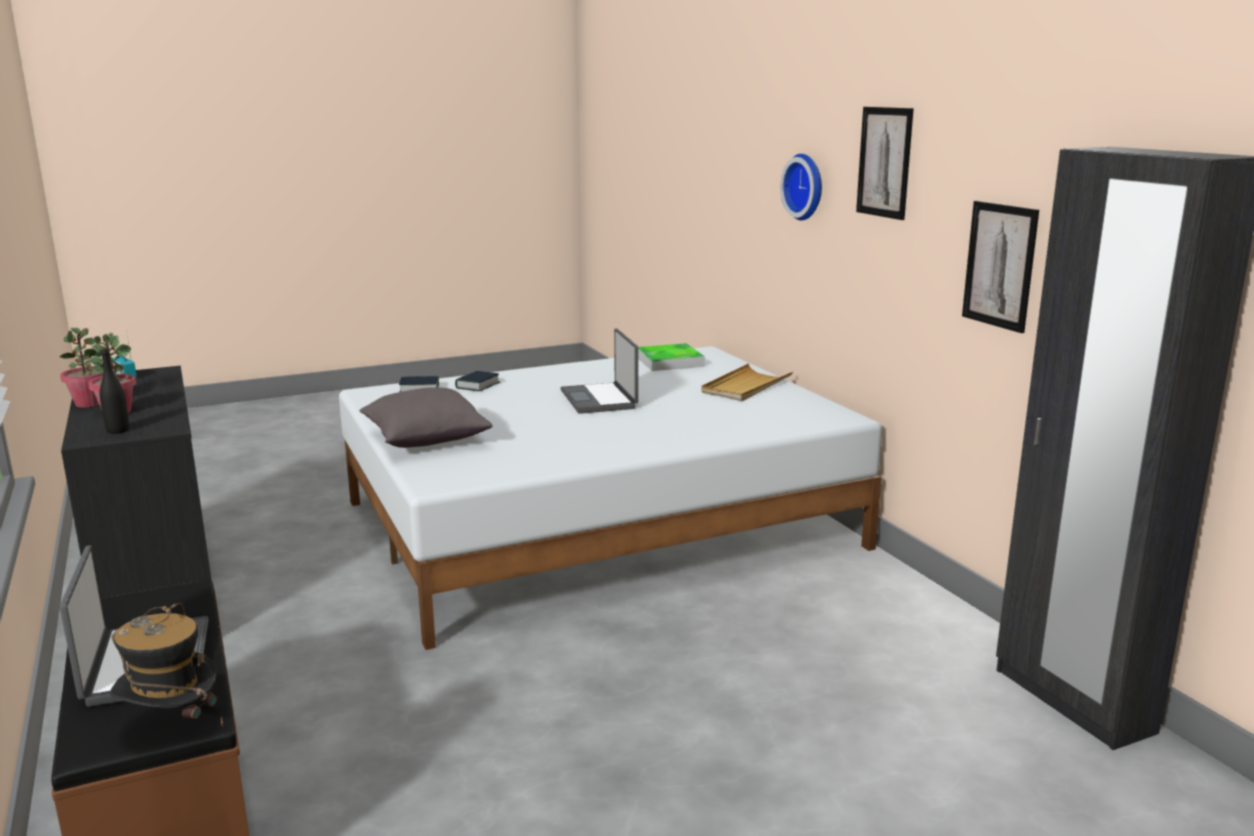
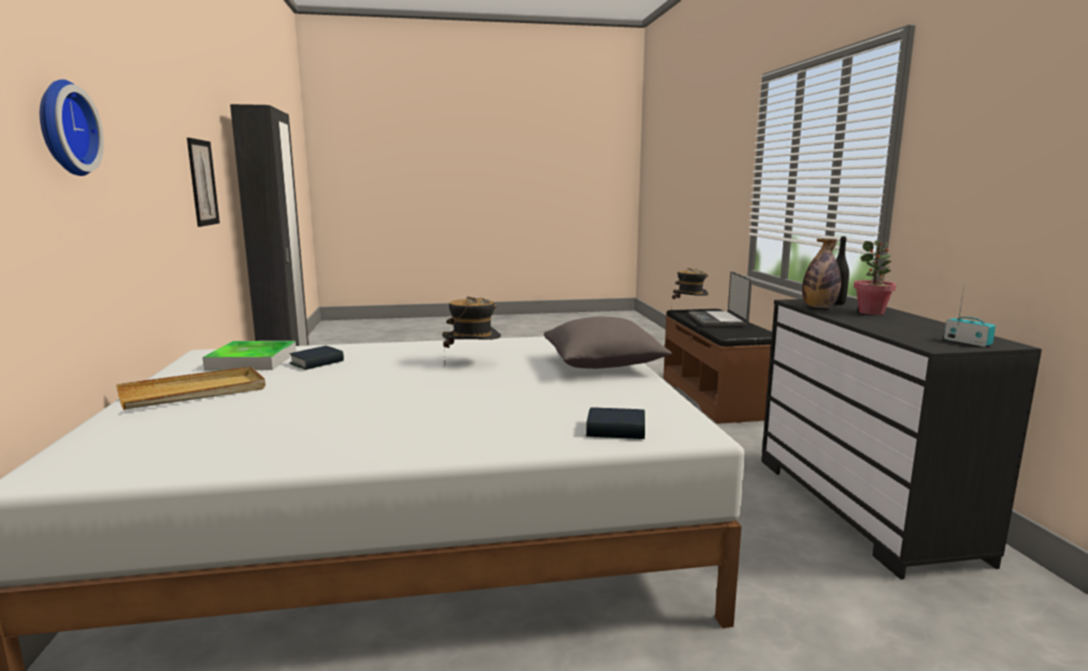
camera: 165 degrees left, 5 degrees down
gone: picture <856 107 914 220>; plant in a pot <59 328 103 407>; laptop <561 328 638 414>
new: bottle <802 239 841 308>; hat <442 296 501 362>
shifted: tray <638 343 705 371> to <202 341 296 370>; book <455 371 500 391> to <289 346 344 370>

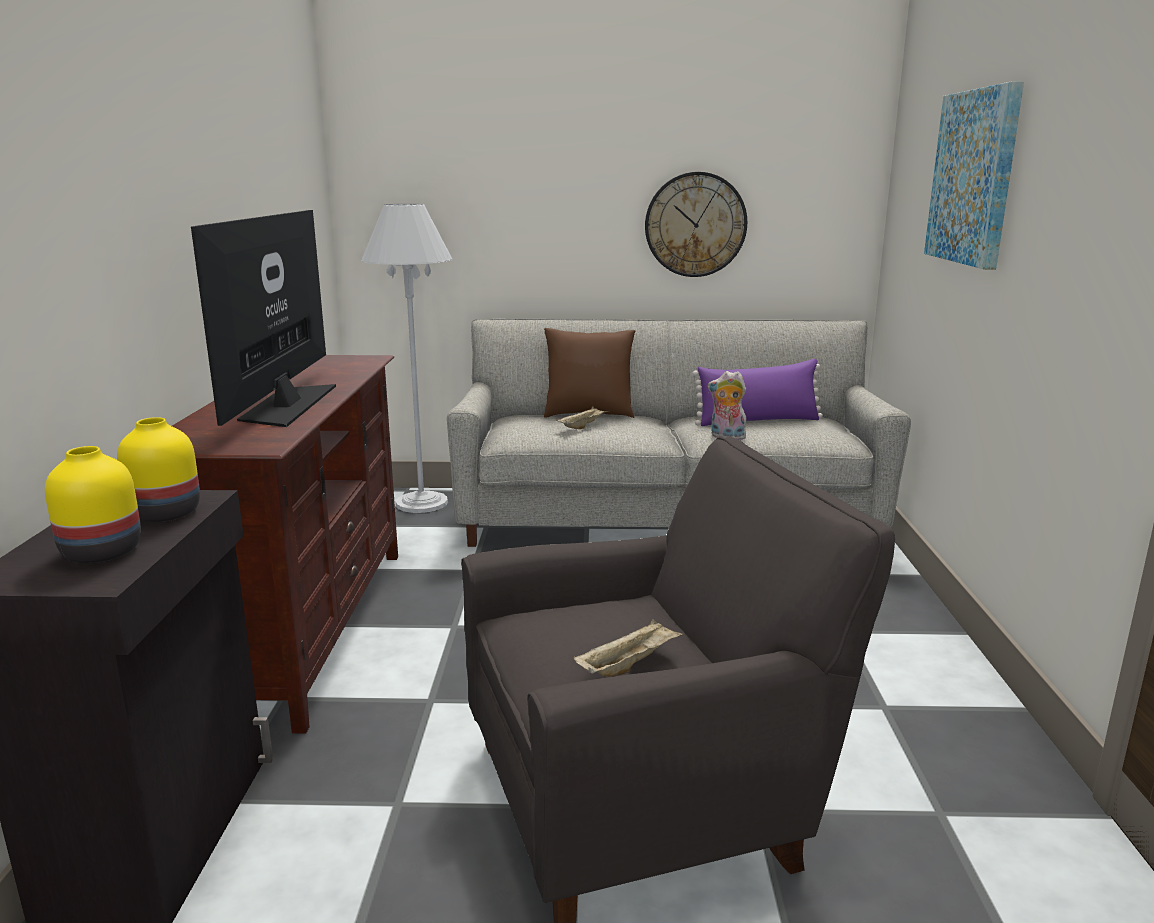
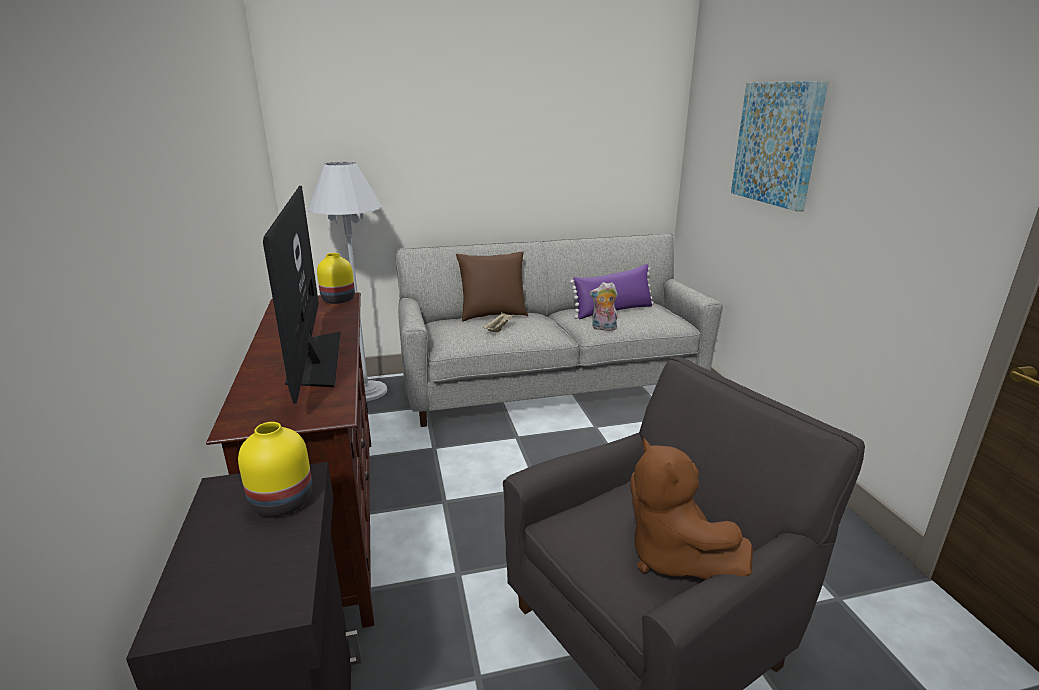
camera: 15 degrees left, 5 degrees up
gone: wall clock <645 172 747 277>
shifted: yellowish decorative vase <45 446 141 563> to <317 253 355 304>
swapped: beige tray <574 619 683 677> to brown soft toy <630 438 753 580>

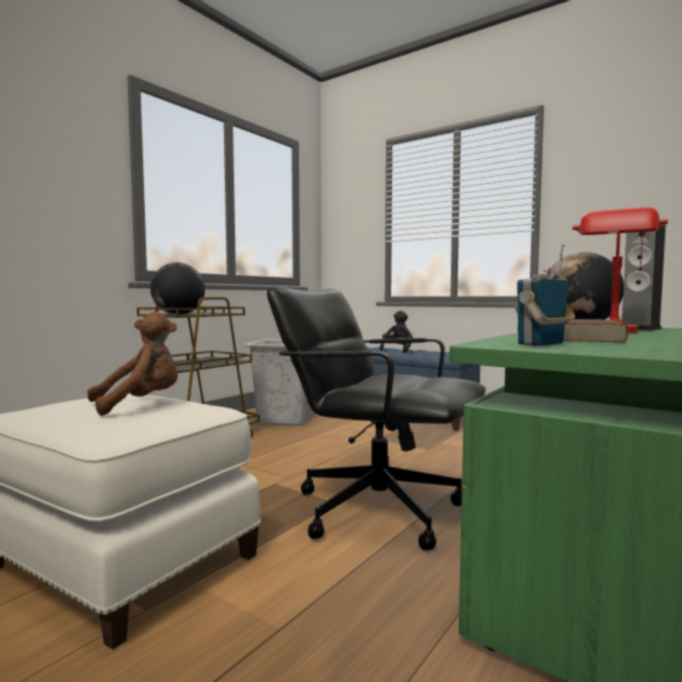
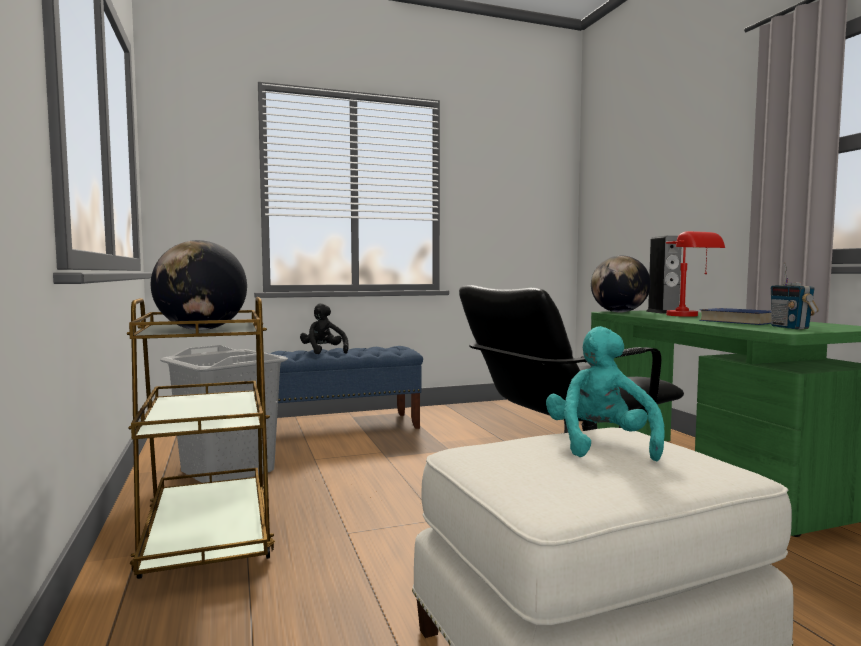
camera: 55 degrees left, 0 degrees up
repainted: brown soft toy <87 312 178 416> to blue-green soft toy <546 326 665 461>; brown book <563 319 628 342> to bluish book <699 308 771 325>

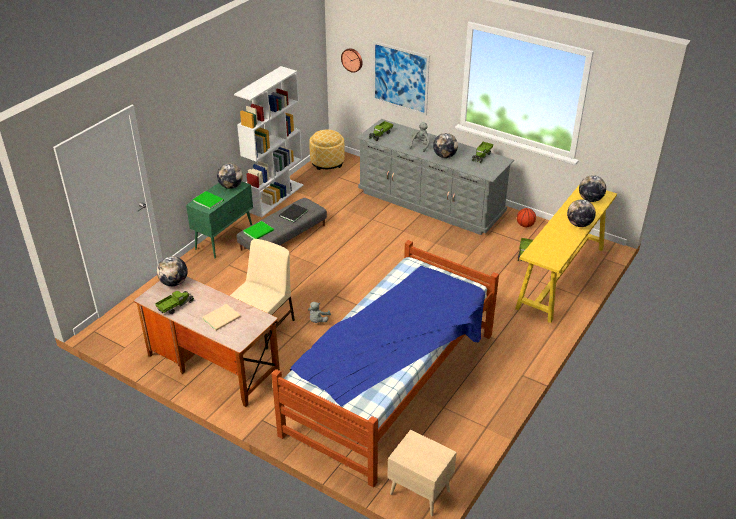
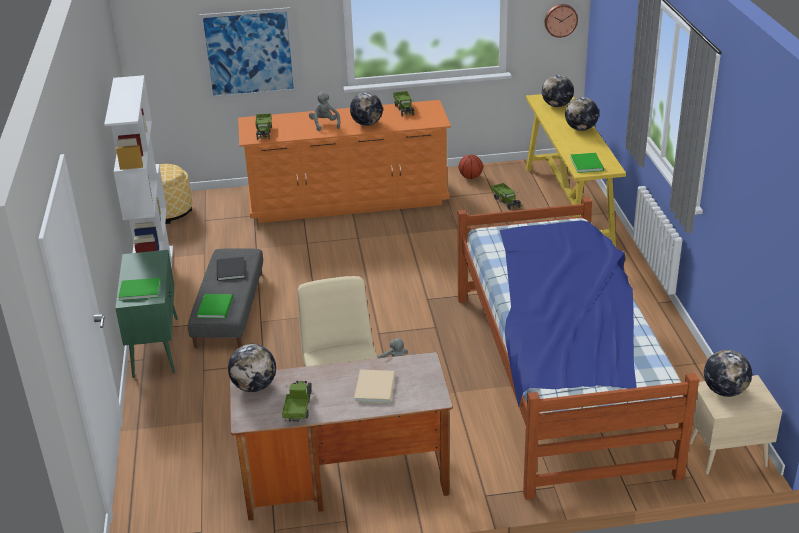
camera: 40 degrees left, 5 degrees down
new: green-coloured book <570 153 604 173>
shifted: wall clock <341 48 362 73> to <545 4 578 38>; desk globe <217 163 243 189> to <704 350 752 397>
repainted: gray dresser <357 119 514 235> to orangey dresser <238 100 451 223>

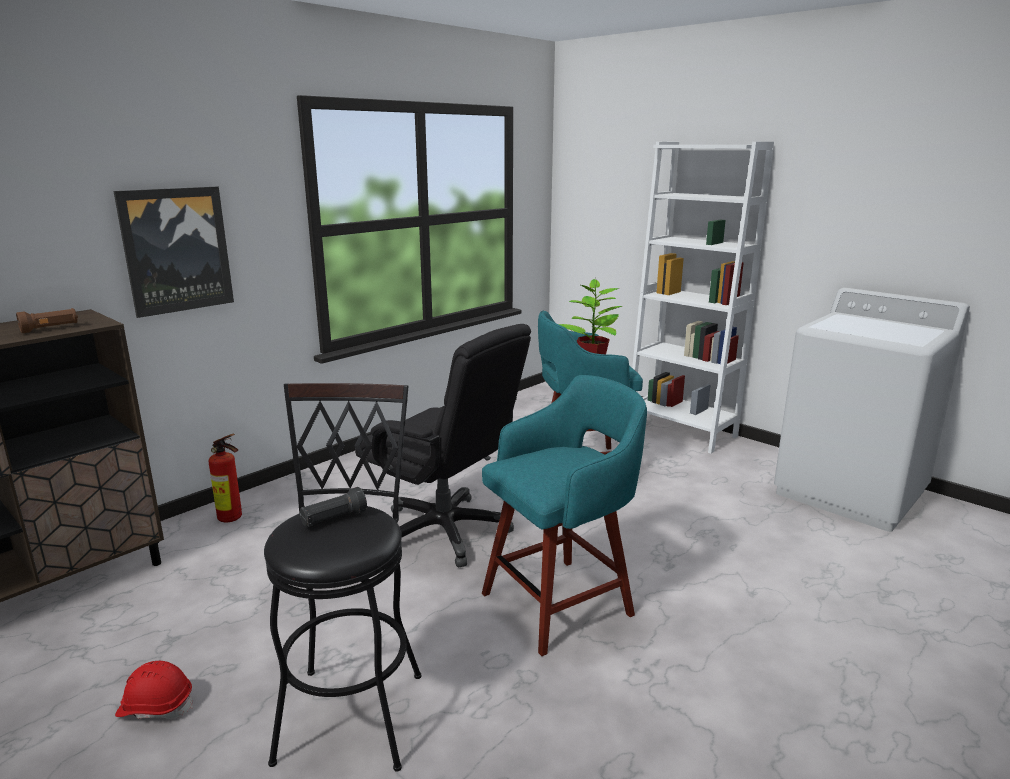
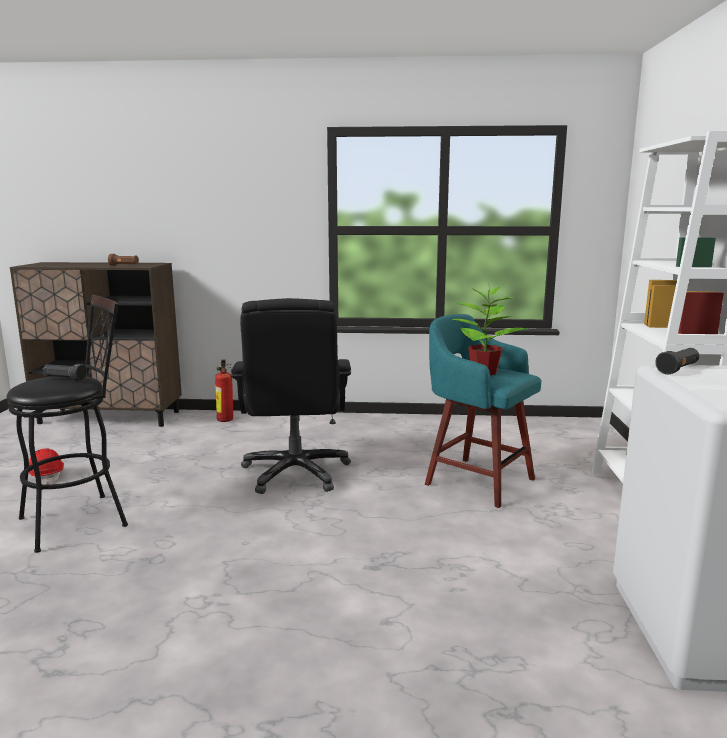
camera: 50 degrees right, 5 degrees down
gone: picture <113 187 234 318>; blue-green sitting stool <482 375 647 656>
new: blackish hand torch <655 348 699 375>

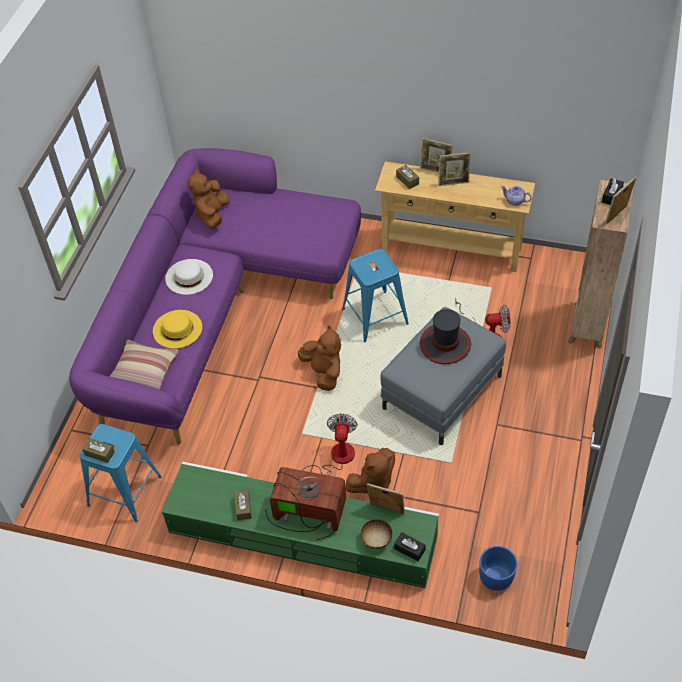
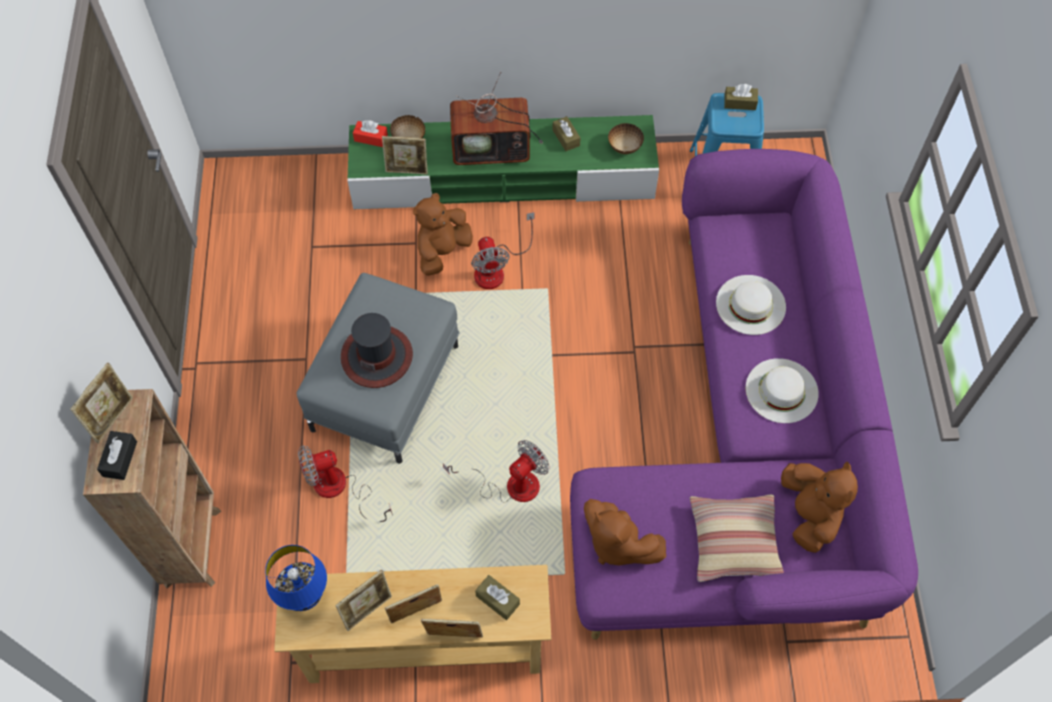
camera: 160 degrees right, 10 degrees up
gone: bluish planter <479 546 517 591>
new: serving bowl <608 123 644 154>; standing frame <335 570 392 631>
shifted: brown soft toy <298 325 341 391> to <584 499 666 566>; pillow <109 340 179 390> to <690 495 784 582>
swapped: teapot <501 186 532 206> to bluish table lamp <265 545 327 611>; bluish sitting stool <342 249 409 342> to cooling fan <443 440 549 502>
repainted: yellowish hat <153 310 202 349> to whitish hat <716 275 786 335>; blackish tissue box <394 532 426 561> to reddish tissue box <353 120 388 147>

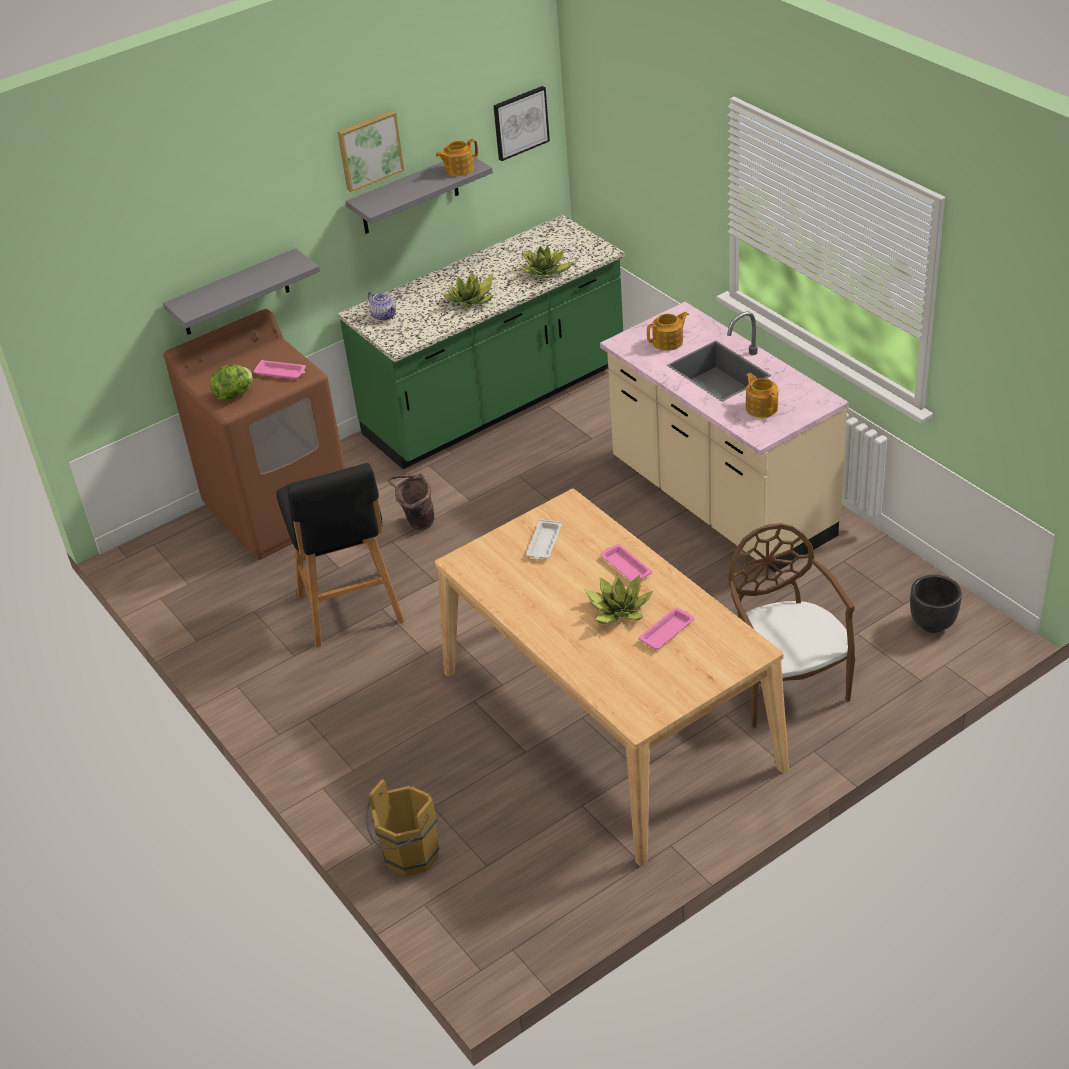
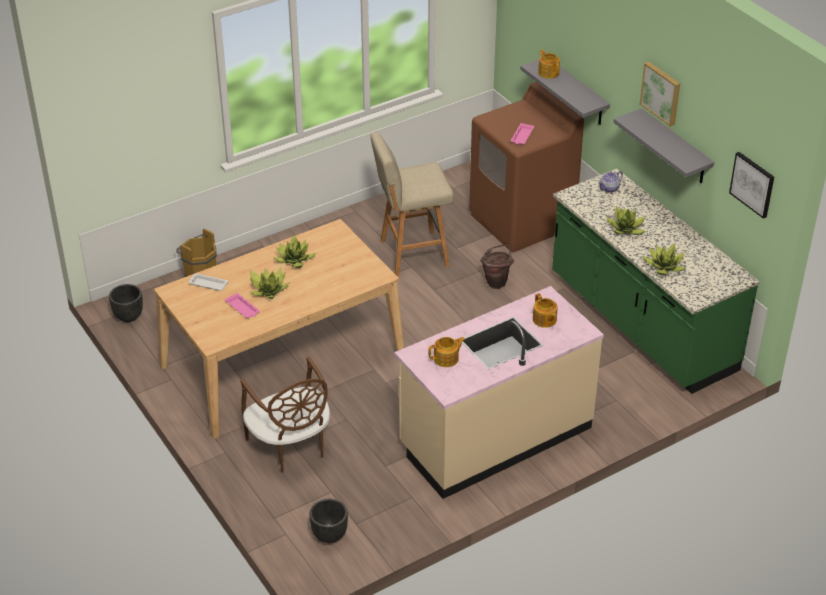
camera: 90 degrees right, 0 degrees up
gone: lettuce <209 365 253 401>; pink tray <600 544 652 581>
new: plant in a pot <274 235 316 268>; blackish planter <109 284 143 322>
shifted: teapot <436 139 478 176> to <538 50 560 79>; whitish tray <526 519 562 560> to <189 273 228 291>
repainted: blackish sitting stool <276 463 405 648> to beige sitting stool <370 132 454 276>
rotated: brown plain chair <728 523 855 728> = <240 356 330 473> 75 degrees clockwise

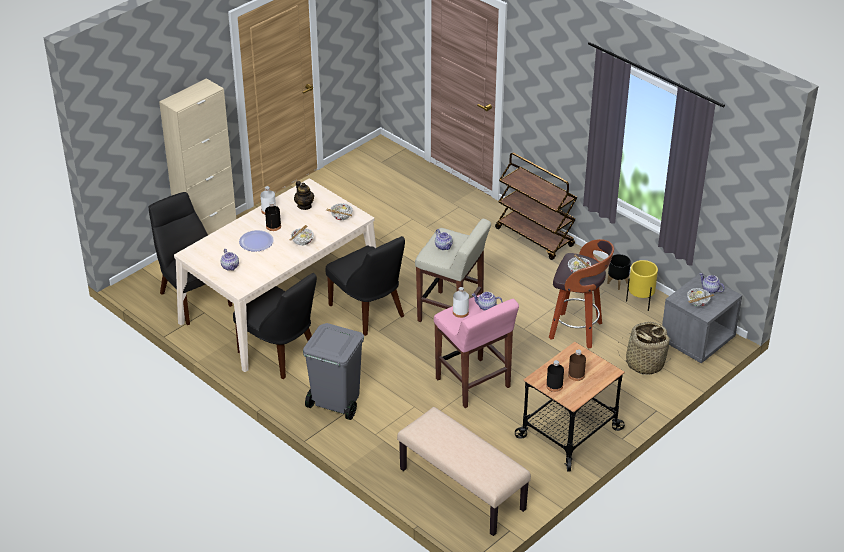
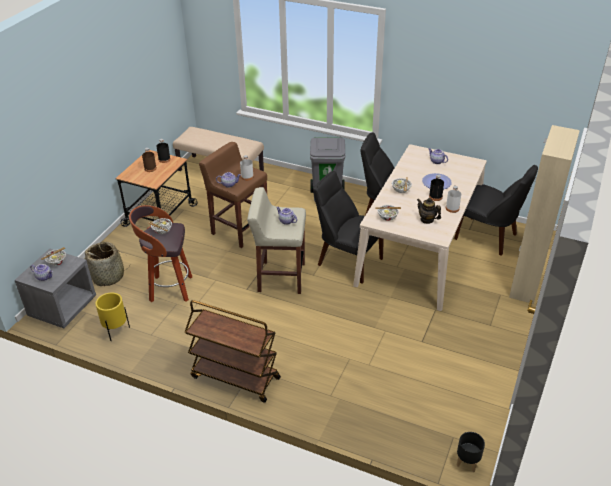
camera: 160 degrees right, 0 degrees up
shifted: blackish planter <607 254 631 290> to <457 432 485 472>
repainted: pink sitting stool <434 294 519 408> to brown sitting stool <199 142 267 248>

